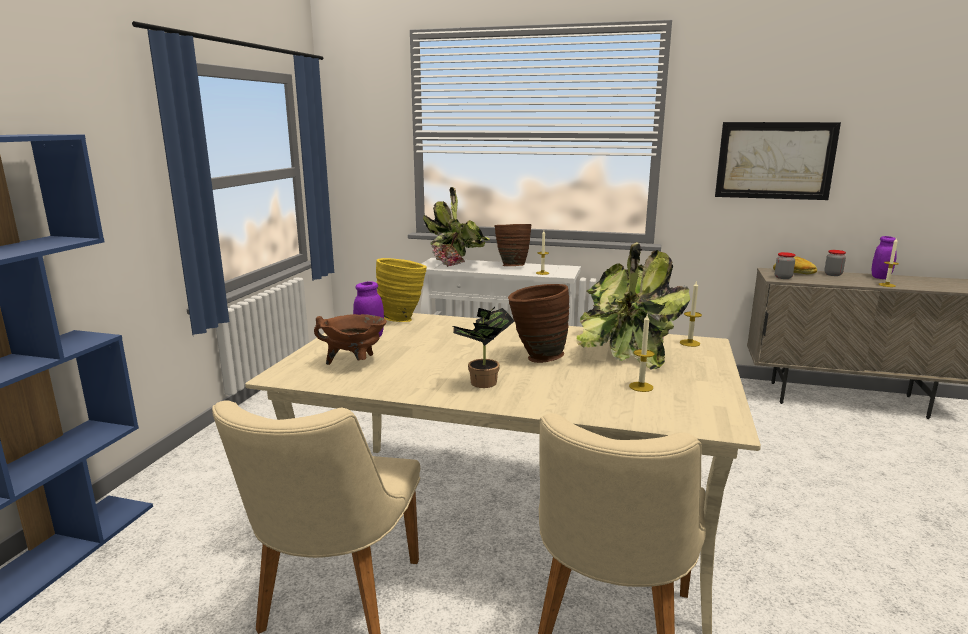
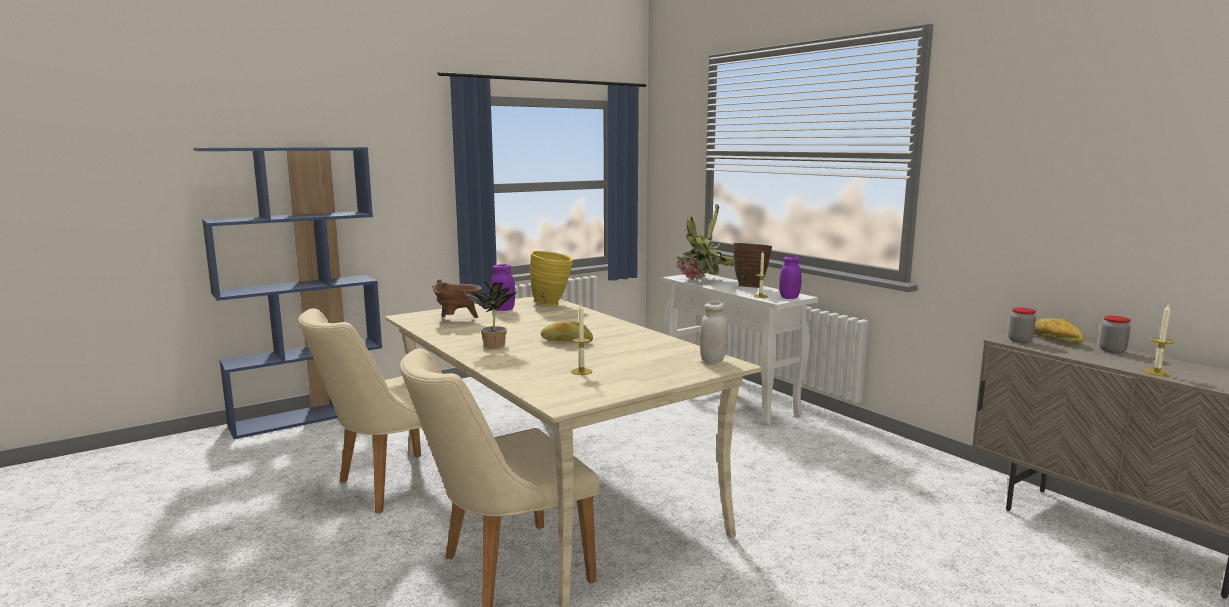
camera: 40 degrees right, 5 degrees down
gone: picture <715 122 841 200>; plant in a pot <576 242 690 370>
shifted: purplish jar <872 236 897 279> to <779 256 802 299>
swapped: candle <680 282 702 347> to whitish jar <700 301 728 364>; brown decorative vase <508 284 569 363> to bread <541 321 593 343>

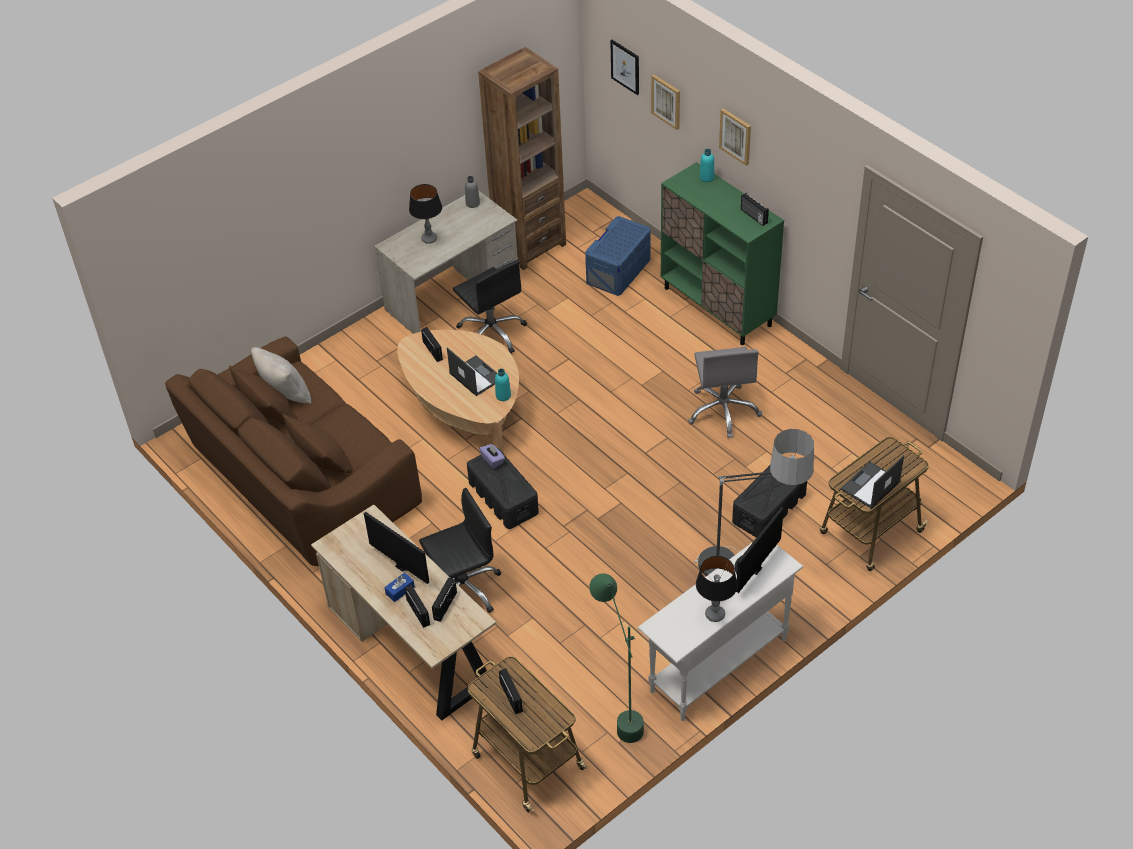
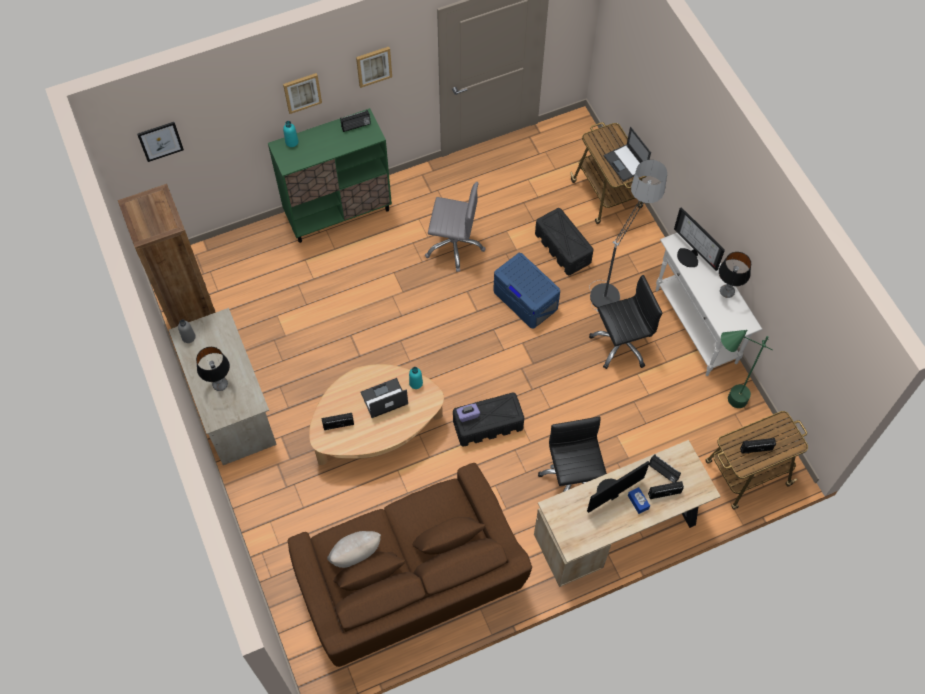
camera: 75 degrees left, 15 degrees up
shifted: picture <651 75 680 130> to <356 47 392 88>; bluish storage bin <585 216 651 296> to <493 253 560 329>; blackish desk chair <453 260 527 353> to <589 275 662 369>

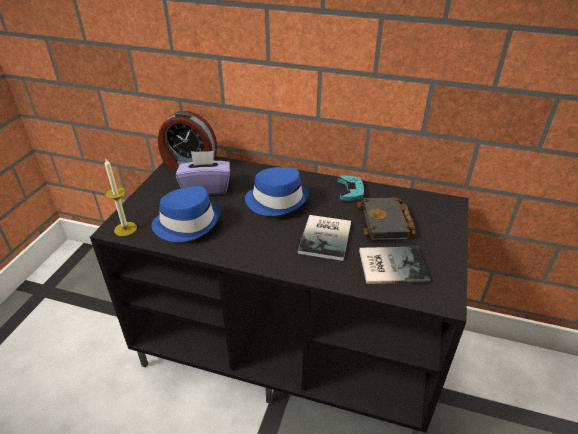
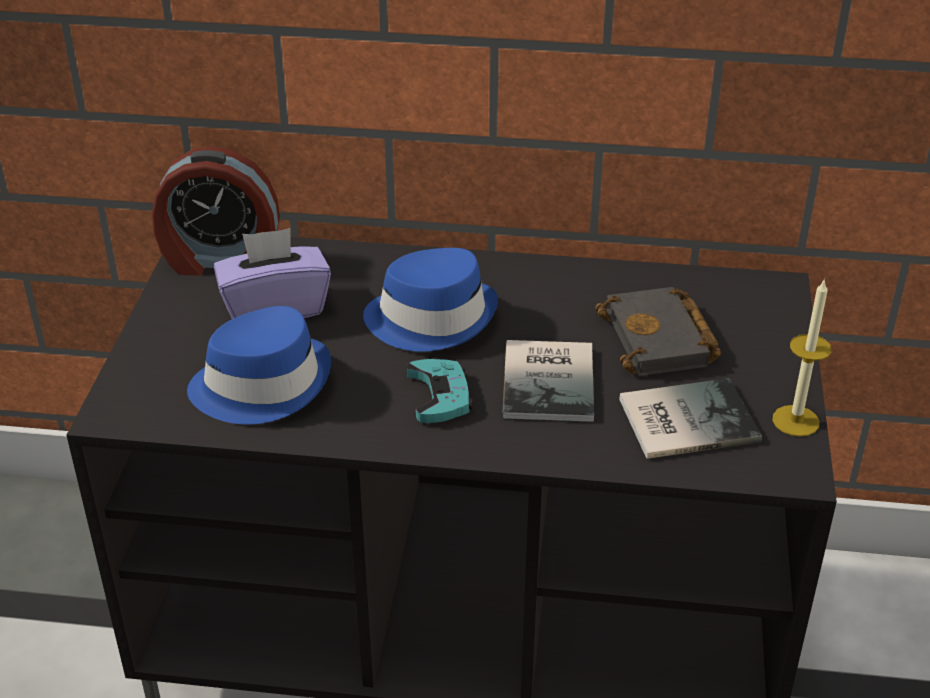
camera: 10 degrees left, 0 degrees up
shifted: candle <105 159 137 236> to <772 279 832 437>; blue-green game controller <337 175 366 201> to <407 359 474 423>

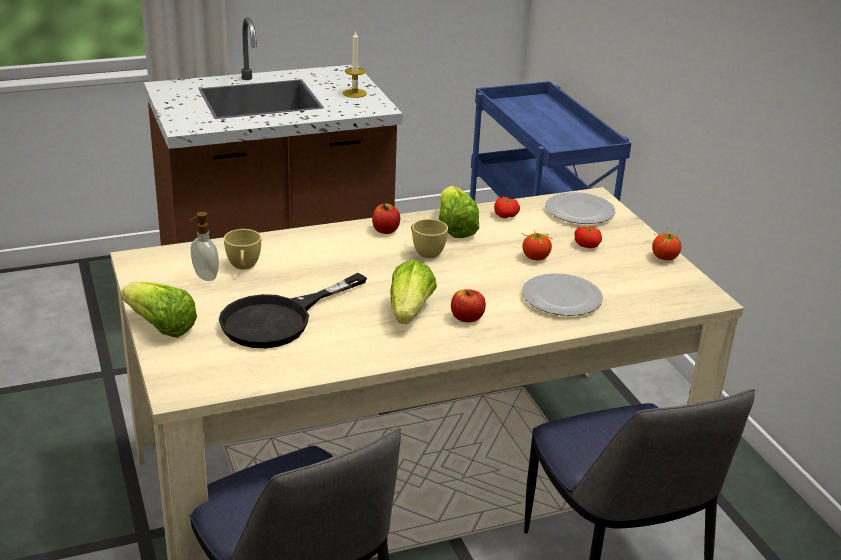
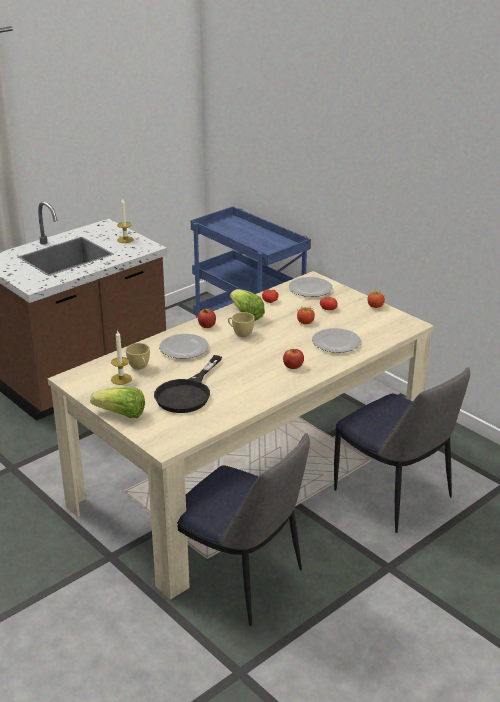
camera: 20 degrees left, 0 degrees up
gone: lettuce <390 259 437 324>
new: dinner plate <159 334 209 359>
swapped: soap dispenser <189 212 219 281> to candle <111 330 132 385>

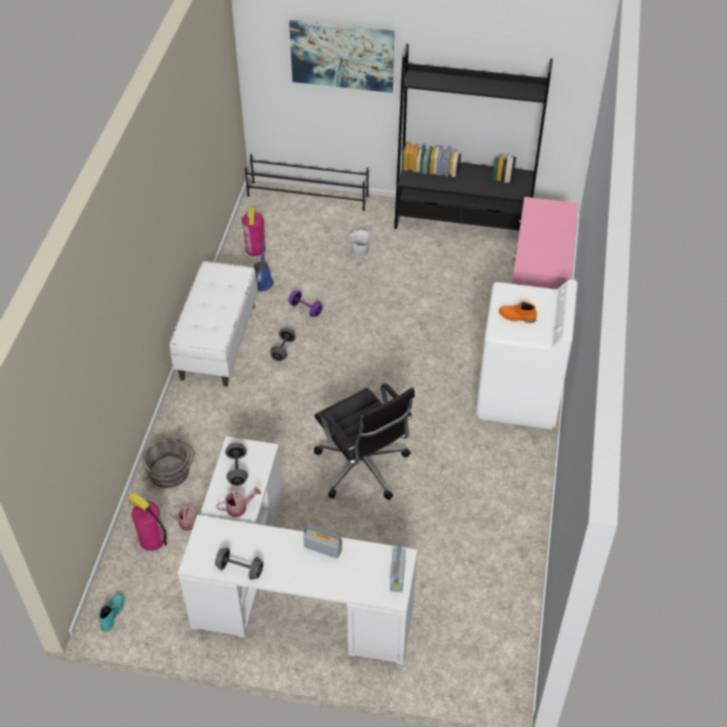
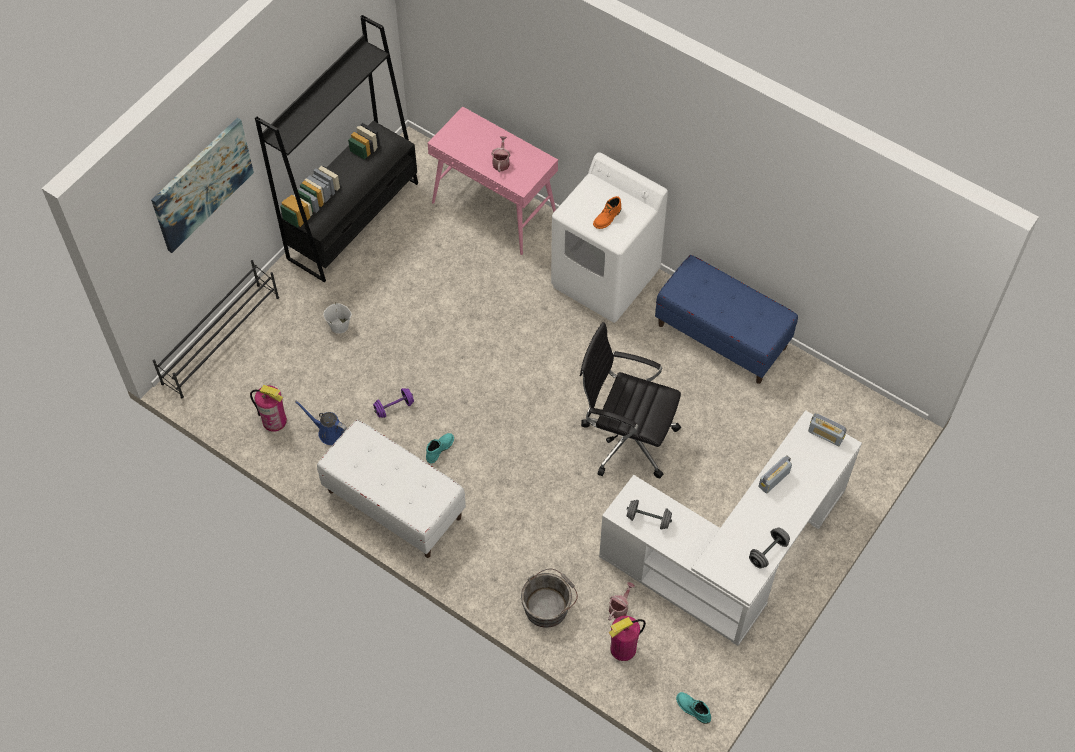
camera: 65 degrees left, 10 degrees up
new: bluish indoor bench <655 255 798 384>
shifted: watering pot <216 487 261 517> to <491 136 510 172>
swapped: gray hand weight <270 327 296 361> to blue-green tall boot <426 433 454 463>
rotated: blackish desk chair <314 383 415 500> = <580 322 681 479> 150 degrees counterclockwise

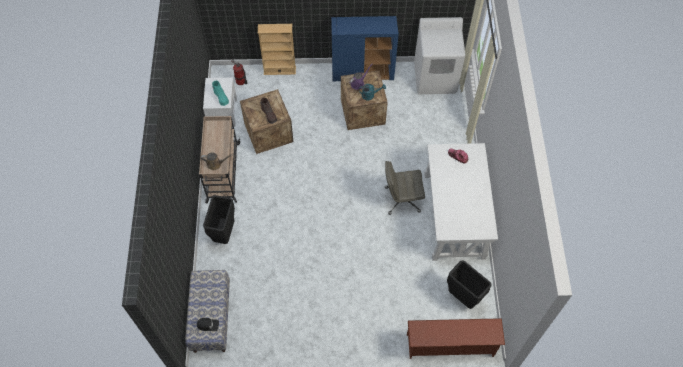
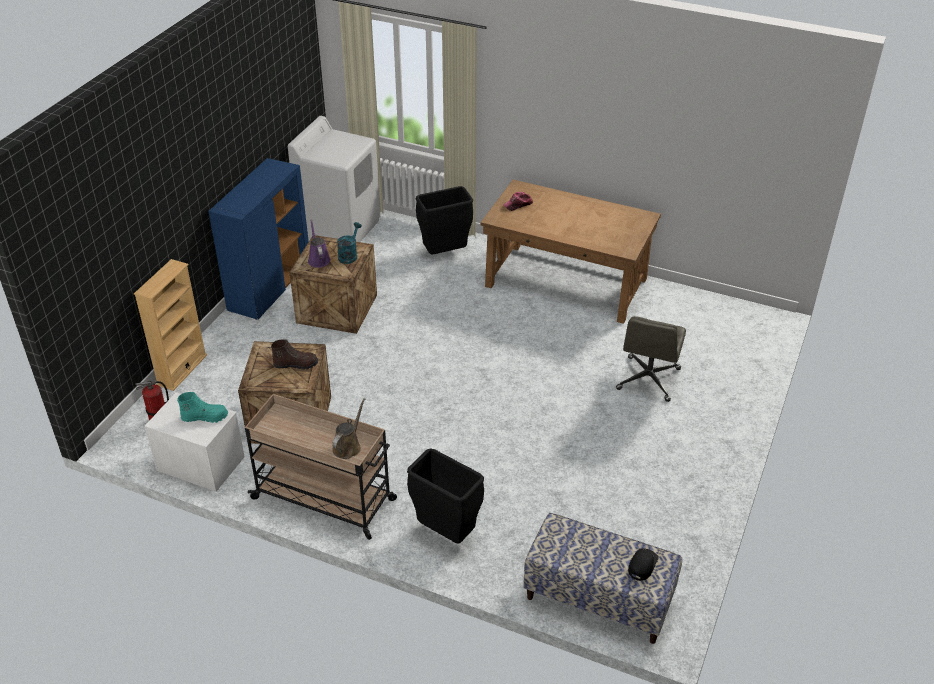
camera: 65 degrees left, 20 degrees down
gone: brown shoe shelf <407 318 505 359>
shifted: gray desk chair <385 161 425 215> to <616 316 686 402>; blackish rubbish bin <447 260 492 309> to <416 186 473 254>
repainted: whitish desk <425 143 498 261> to brown desk <480 180 661 324>

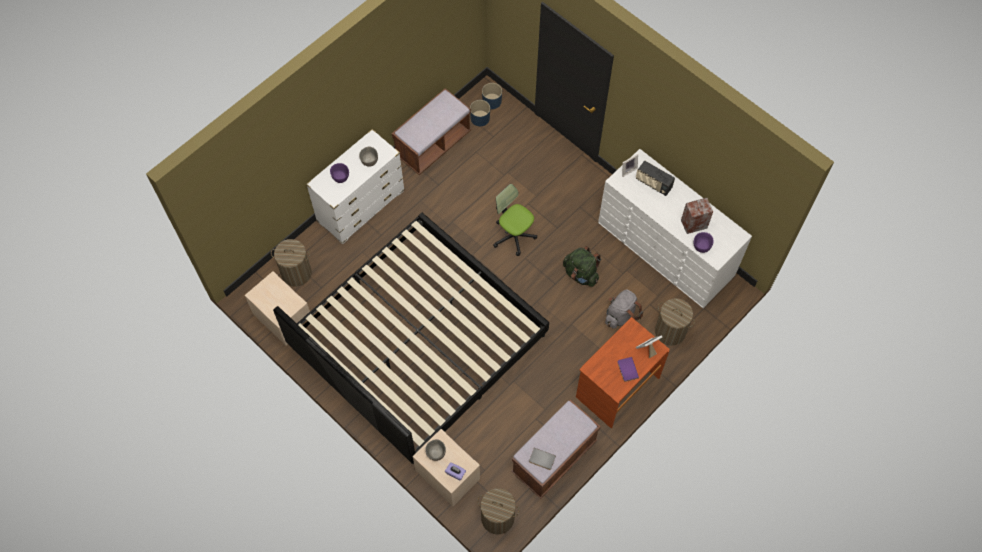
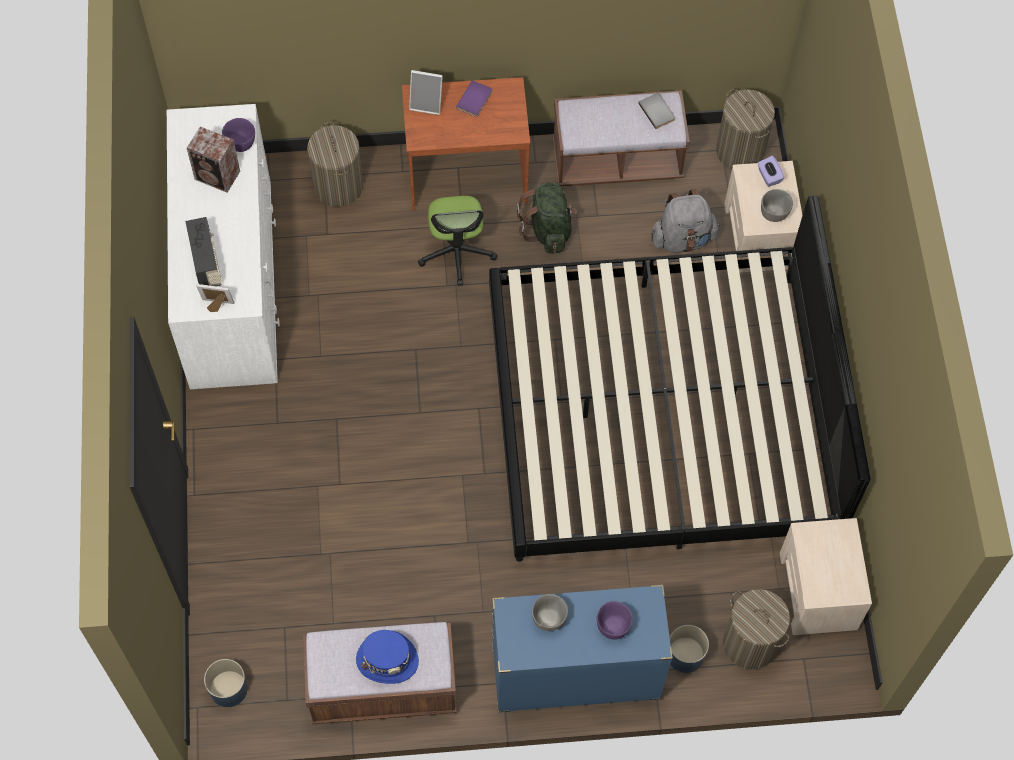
camera: 140 degrees left, 0 degrees up
new: bluish hat <356 630 419 684>
shifted: bluish planter <470 100 490 126> to <670 625 709 673>; desk chair <493 184 537 256> to <418 196 497 286>; green-coloured knapsack <563 246 601 287> to <517 183 577 254>; gray knapsack <605 289 643 329> to <651 189 720 253>
repainted: whitish dresser <306 129 405 244> to bluish dresser <492 585 673 712>

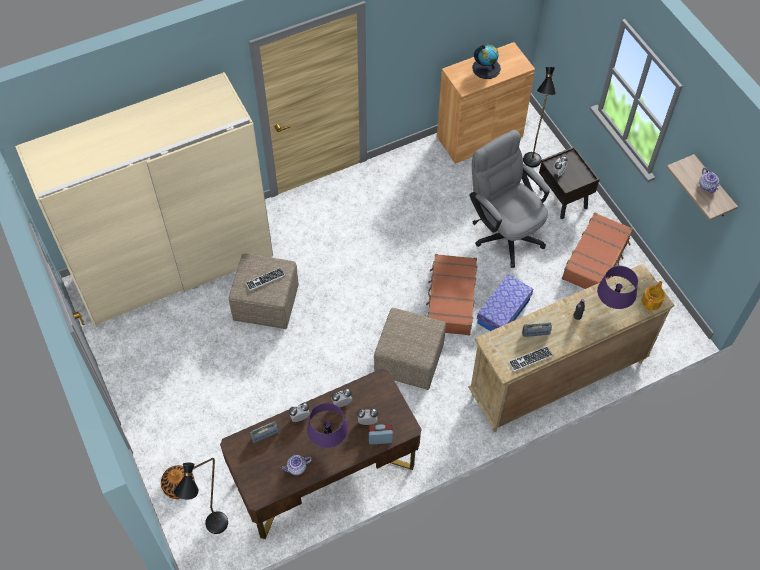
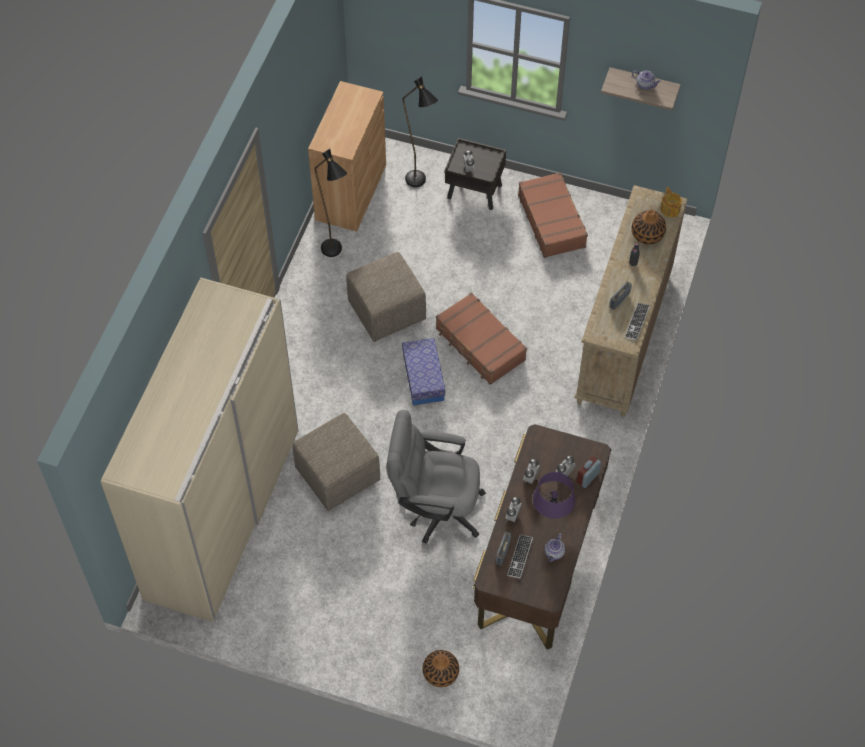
camera: 45 degrees left, 0 degrees up
gone: desk globe <472 45 501 79>
shifted: gray desk chair <470 130 550 268> to <387 410 486 544>; PC keyboard <245 268 285 291> to <507 535 533 578>; storage bin <477 275 533 331> to <402 338 445 405>; beige pouffe <374 308 446 390> to <346 252 426 342>; blackish standing lamp <174 458 228 534> to <315 149 347 257>
swapped: purplish table lamp <597 266 638 309> to decorative vase <632 210 666 245>

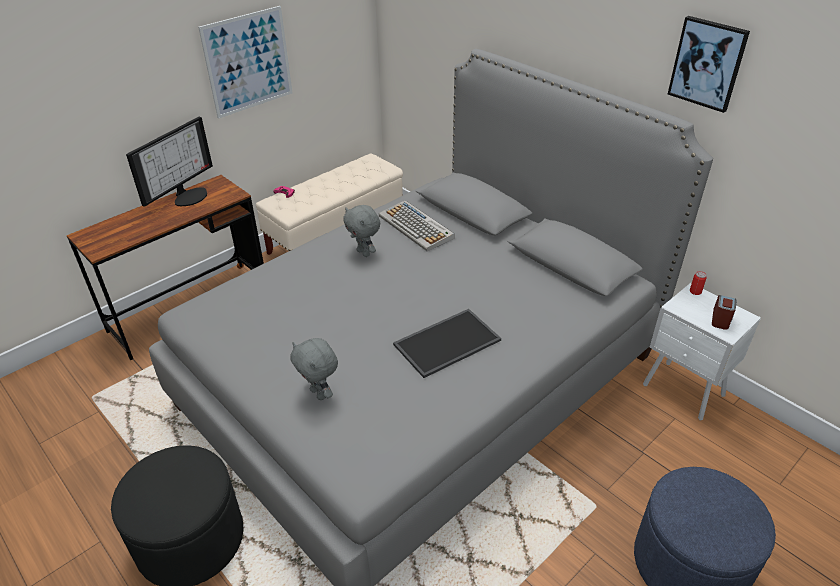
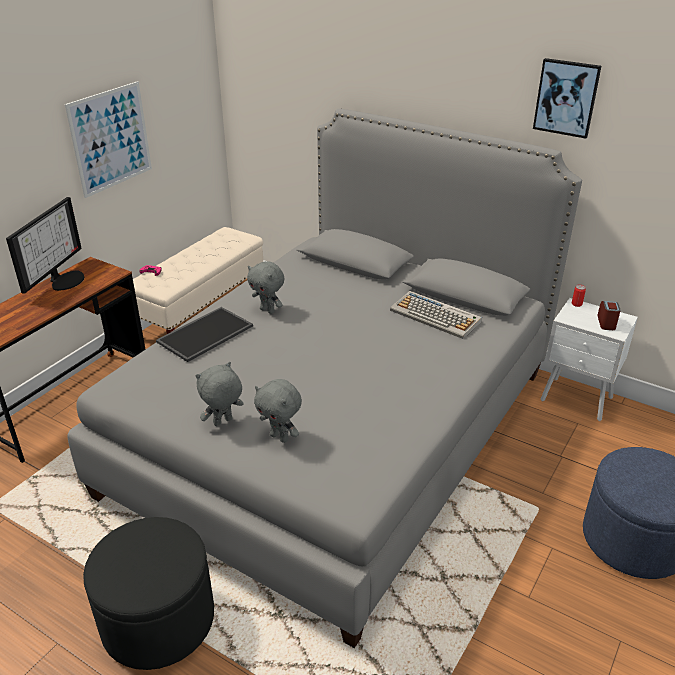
camera: 15 degrees left, 5 degrees down
new: gray soft toy <195 362 243 426>
shifted: PC keyboard <379 200 455 251> to <390 291 482 339>; tray <393 309 501 378> to <156 307 253 362>

